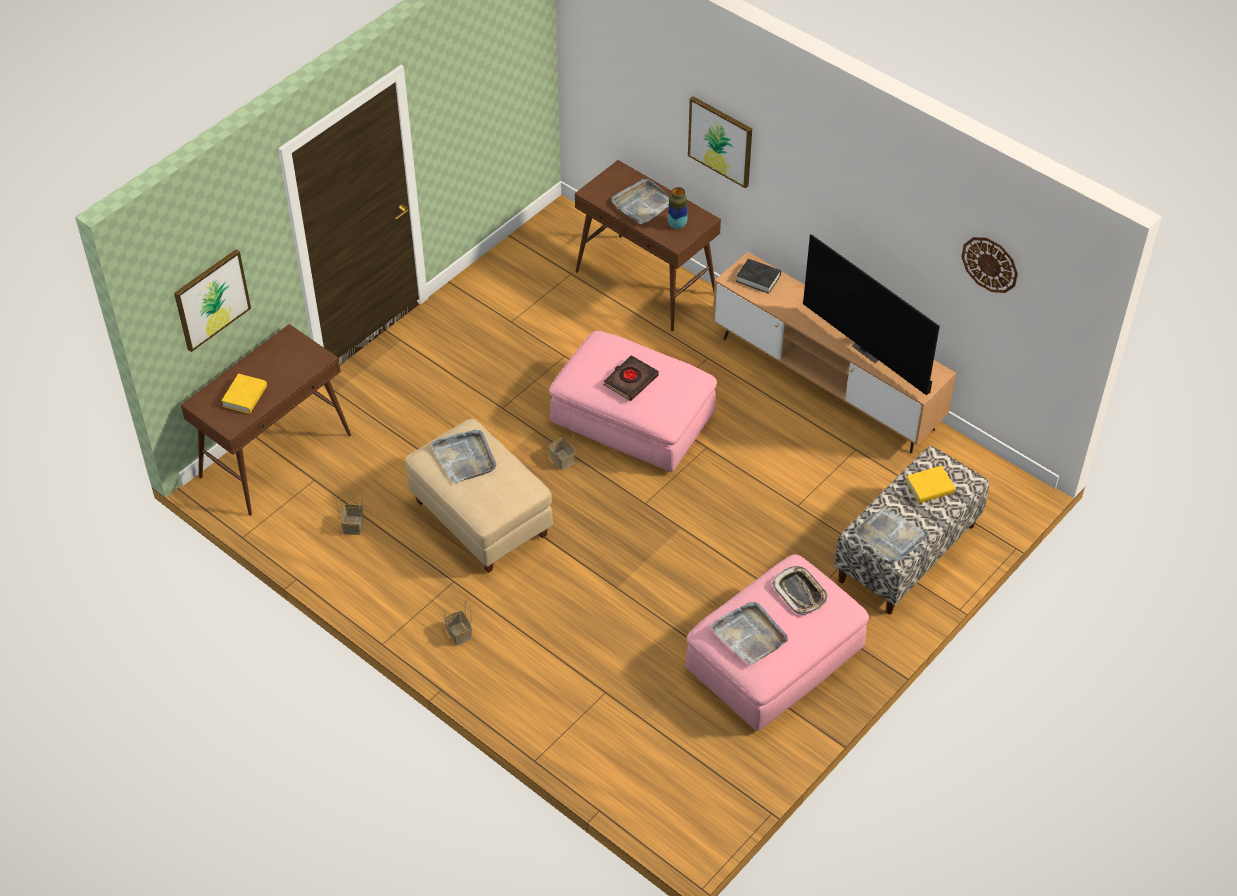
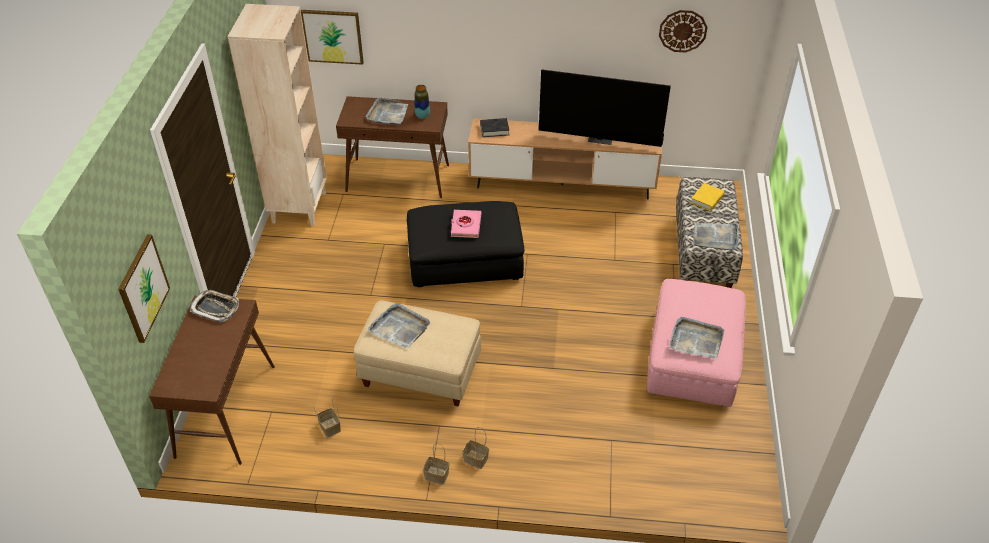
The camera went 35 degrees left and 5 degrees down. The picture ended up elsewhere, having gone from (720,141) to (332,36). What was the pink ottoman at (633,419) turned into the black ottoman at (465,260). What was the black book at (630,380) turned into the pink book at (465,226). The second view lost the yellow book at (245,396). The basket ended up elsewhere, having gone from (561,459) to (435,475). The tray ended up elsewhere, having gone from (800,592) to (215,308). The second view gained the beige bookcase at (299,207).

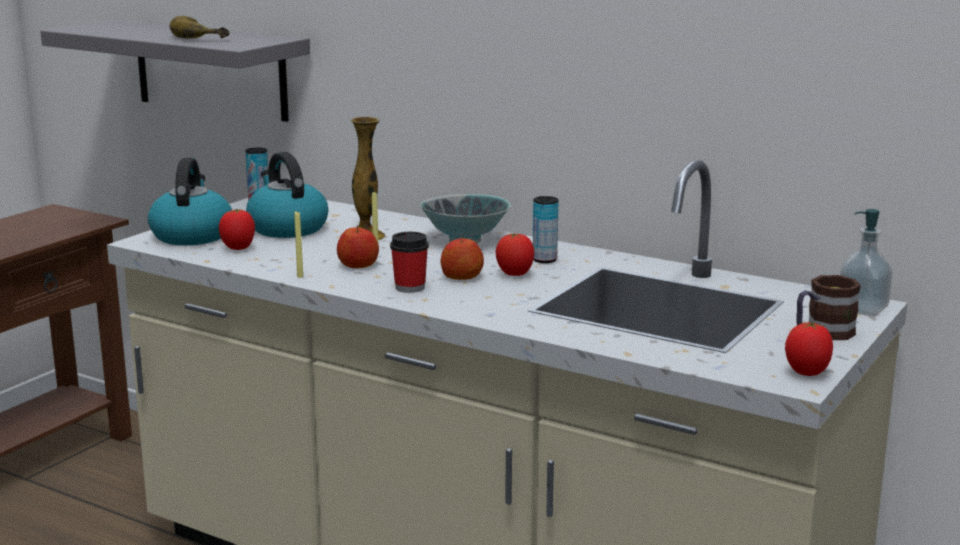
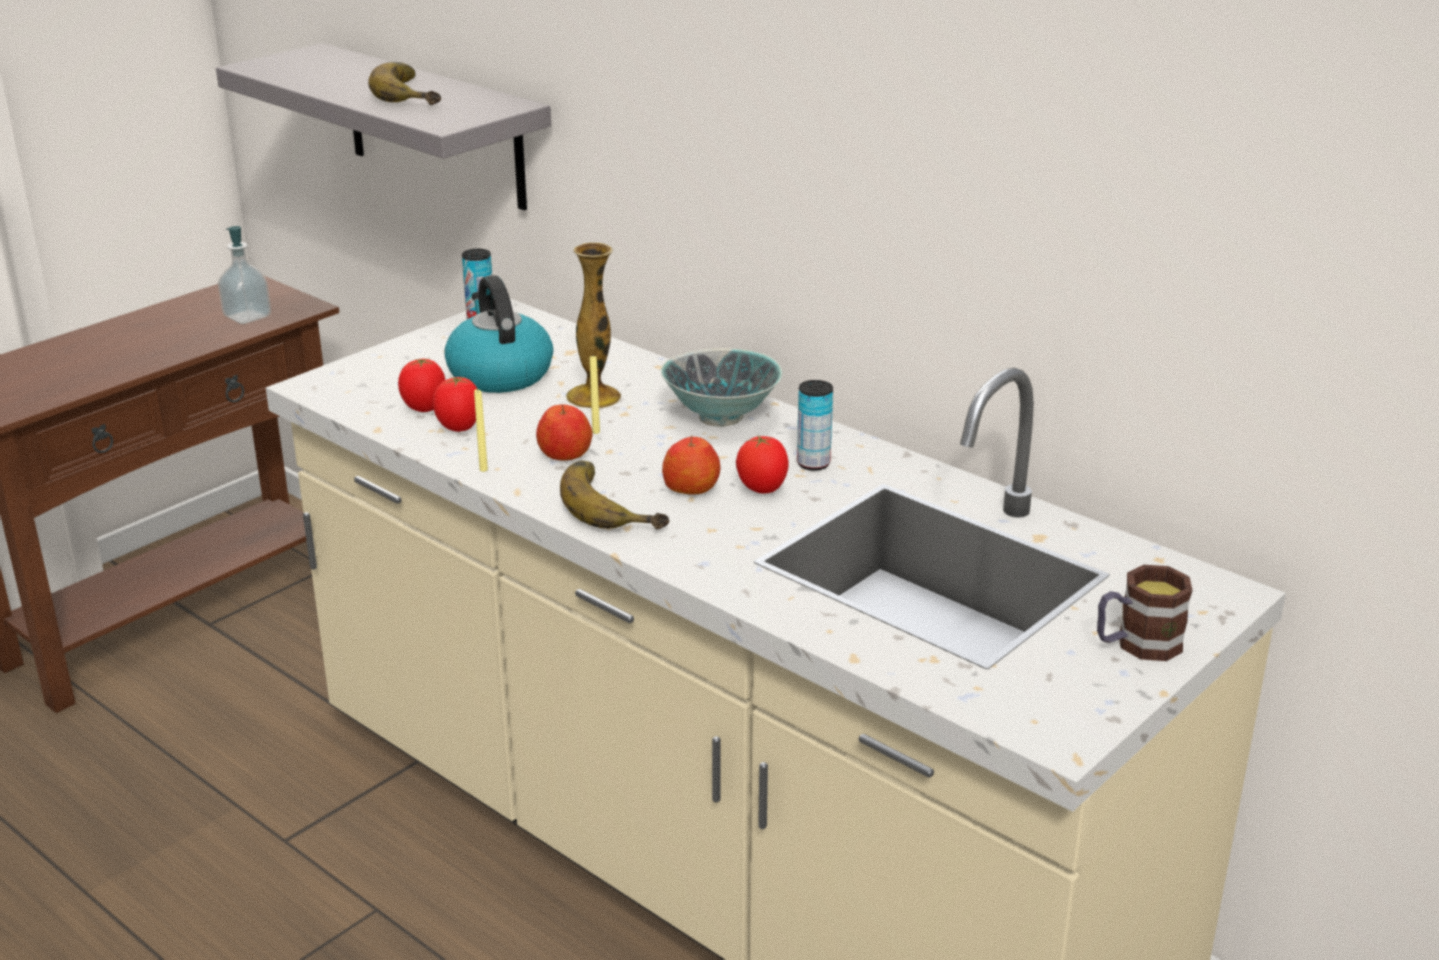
The camera went 10 degrees right and 10 degrees up. The second view lost the kettle at (192,235). The soap dispenser ended up elsewhere, having gone from (862,309) to (247,316). Where the cup stood at (410,287), the banana came to stand at (616,503). The tomato ended up elsewhere, having gone from (807,373) to (459,428).

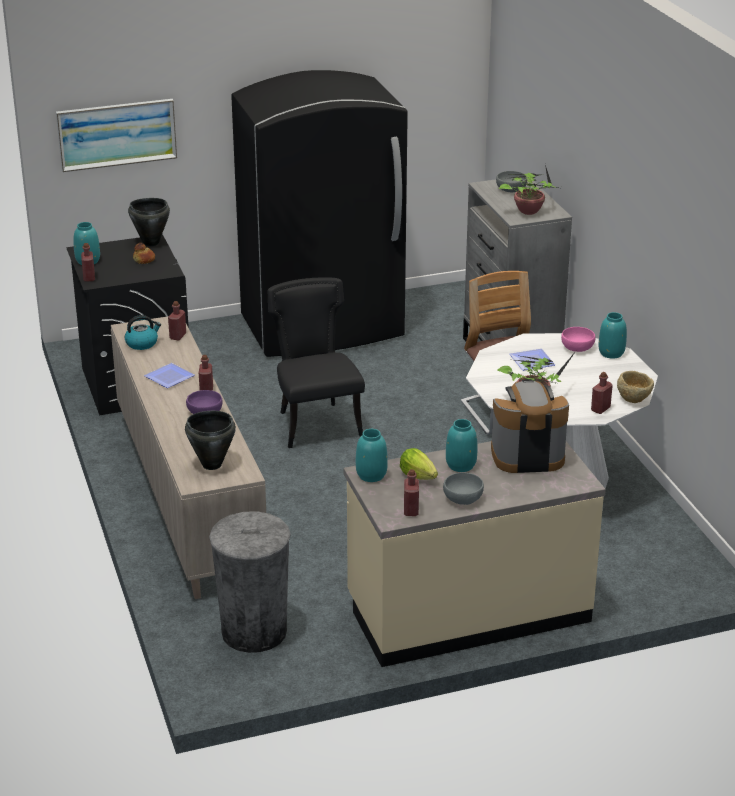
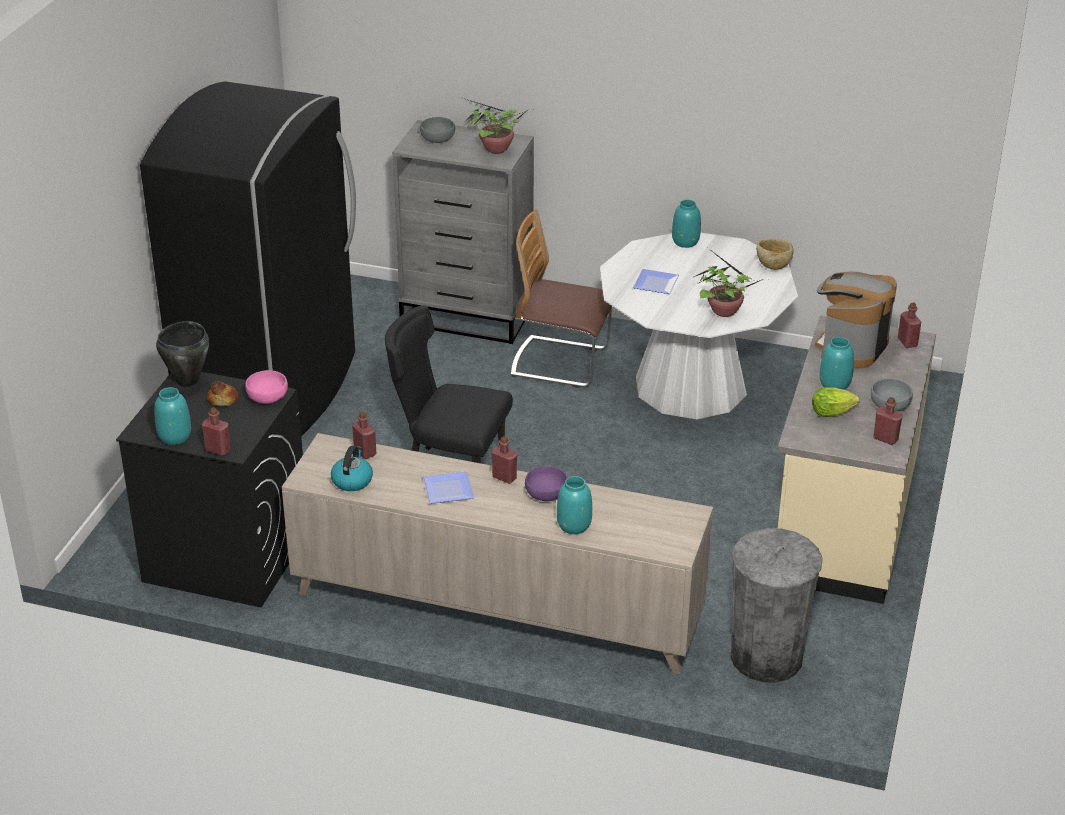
The camera went 55 degrees left and 5 degrees up. The second view lost the picture at (117,134). The pink bowl ended up elsewhere, having gone from (577,347) to (267,397). The red bottle ended up elsewhere, having gone from (600,409) to (907,342). The second view lost the black cooking pot at (211,464). The turquoise vase ended up elsewhere, having gone from (371,475) to (574,525).

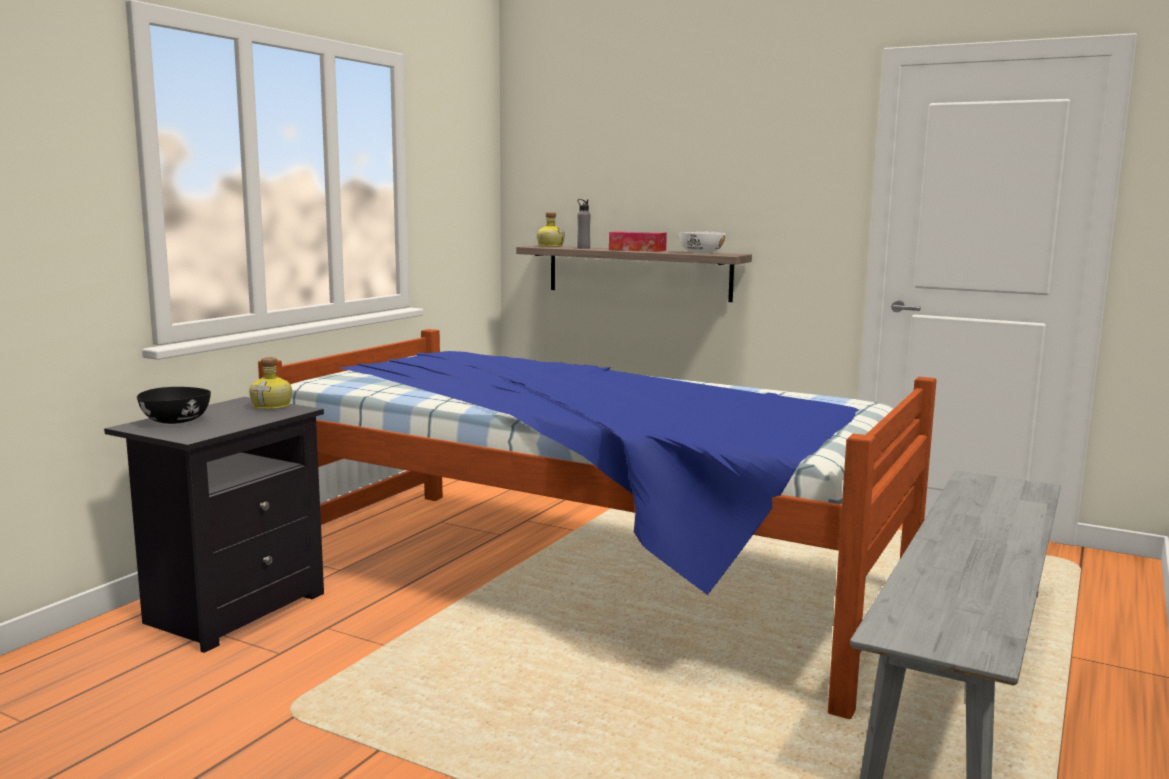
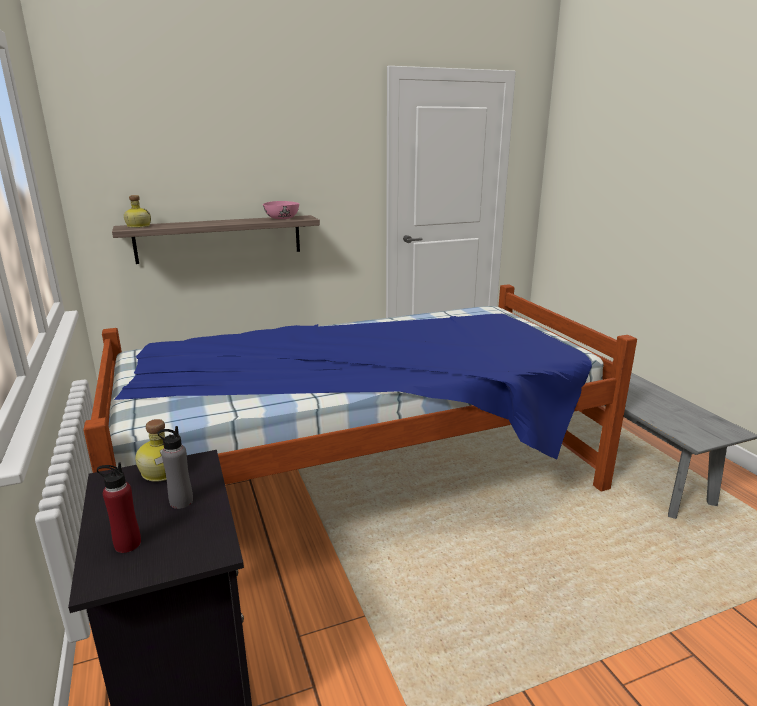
The camera went 50 degrees left and 10 degrees up. The grey bottle ended up elsewhere, having gone from (583,248) to (181,501). The second view lost the tissue box at (637,250). What was the white bowl at (701,253) turned into the pink bowl at (281,218). Where the black bowl stood at (175,421), the red bottle came to stand at (127,544).

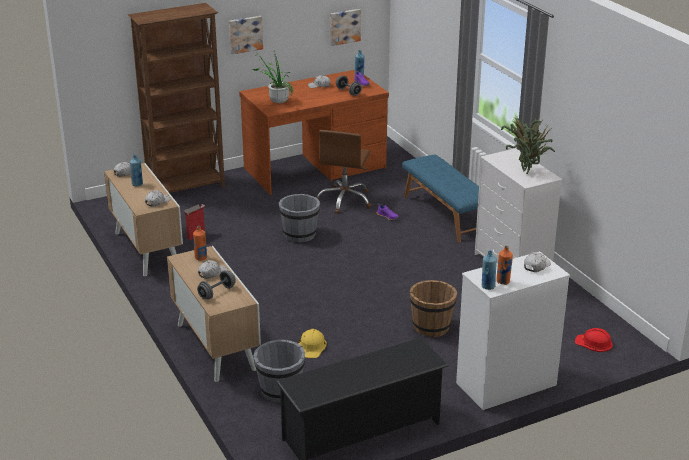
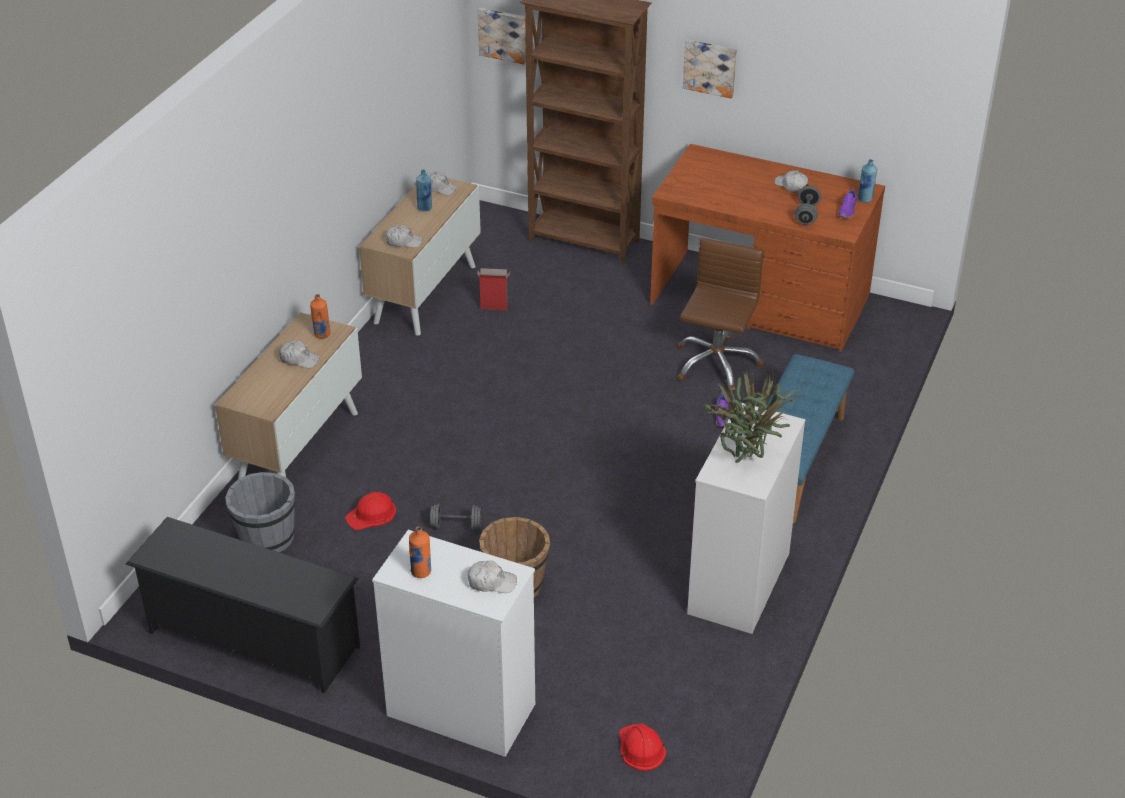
The camera went 50 degrees right and 10 degrees up. The picture ended up elsewhere, having gone from (344,26) to (503,34). The second view lost the potted plant at (275,101). The brown office chair at (345,200) ended up facing another way, 135 degrees clockwise from before. The second view lost the grey bucket at (300,234). The second view lost the blue bottle at (488,286). The grey dumbbell ended up elsewhere, having gone from (217,293) to (456,525). What was the yellow hard hat at (312,346) turned into the red hard hat at (372,514).

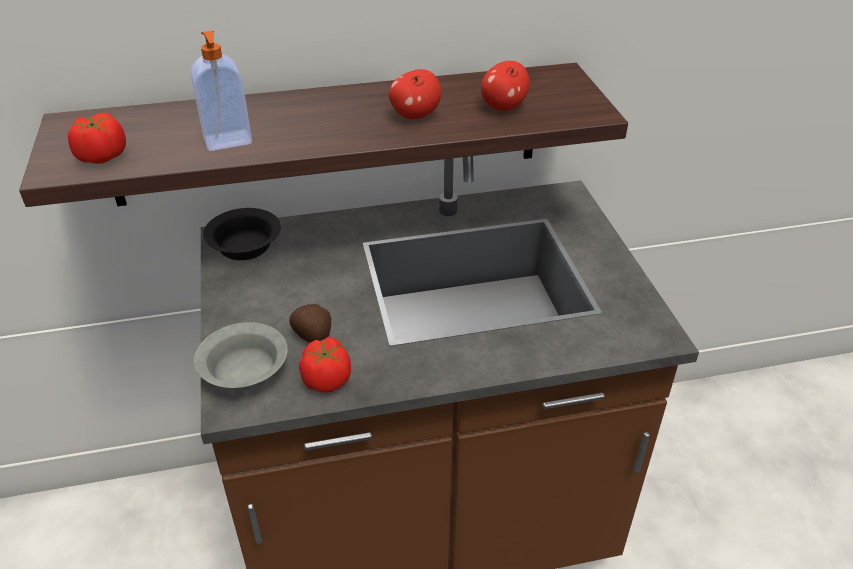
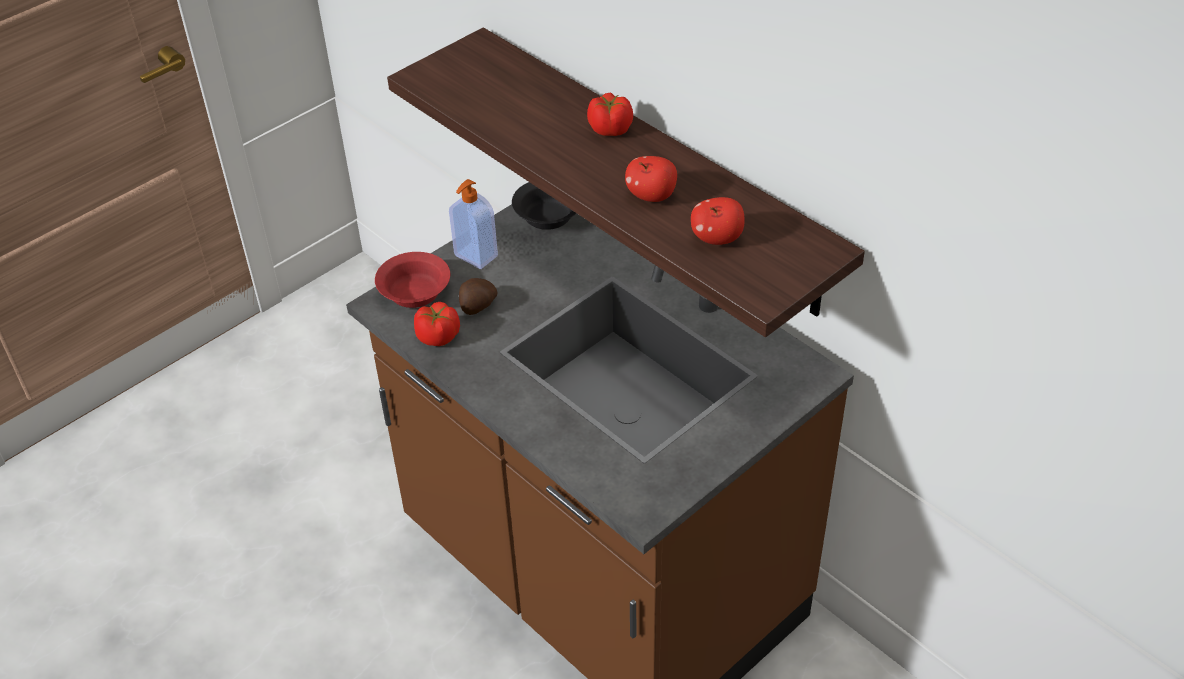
The camera went 60 degrees right and 5 degrees up. The soap dispenser ended up elsewhere, having gone from (228,141) to (475,256). The tomato ended up elsewhere, having gone from (101,157) to (610,129). What was the grey bowl at (245,370) turned into the red bowl at (416,292).

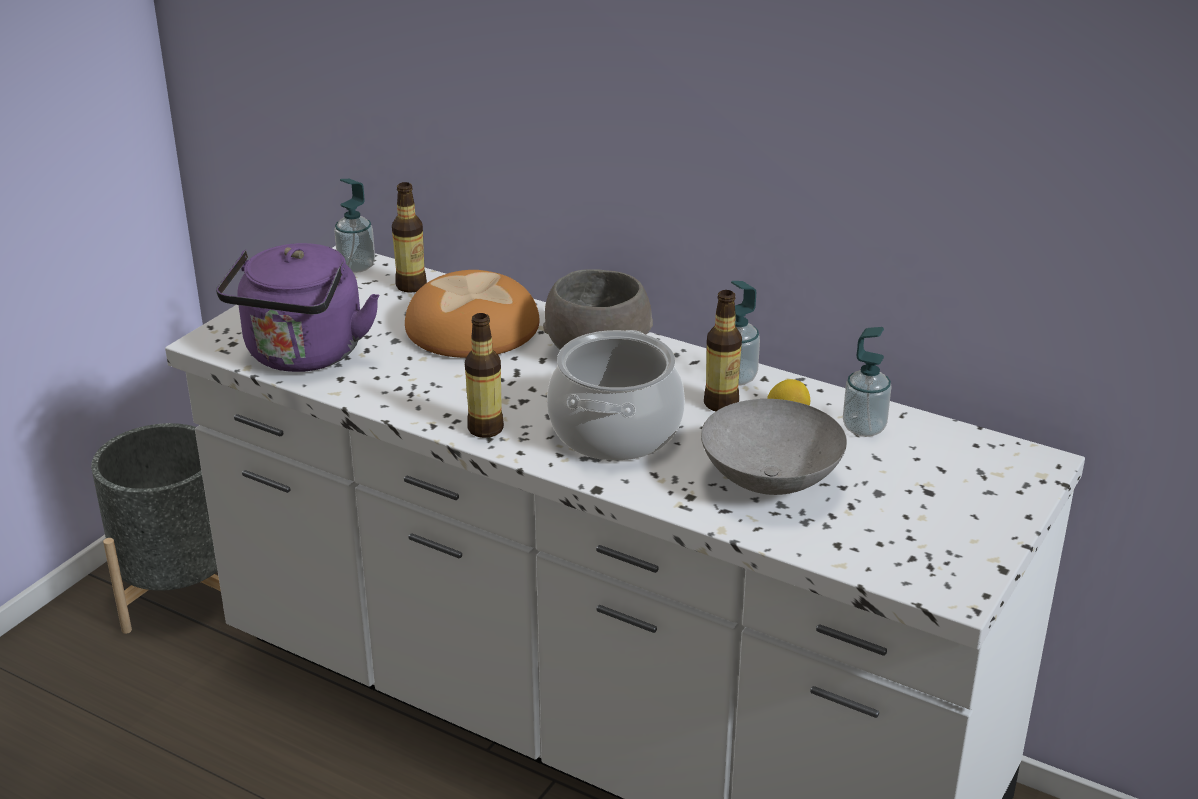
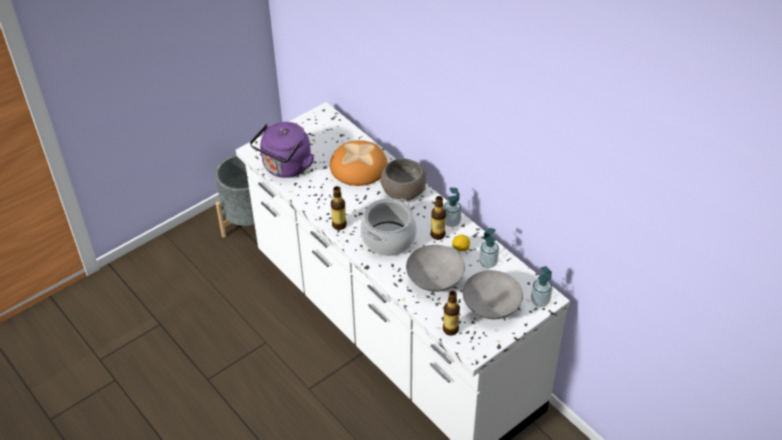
The camera went 20 degrees right and 15 degrees up. The soap dispenser ended up elsewhere, having gone from (356,266) to (540,301). The bottle ended up elsewhere, having gone from (411,286) to (450,329). The second view gained the grey bowl at (490,307).

